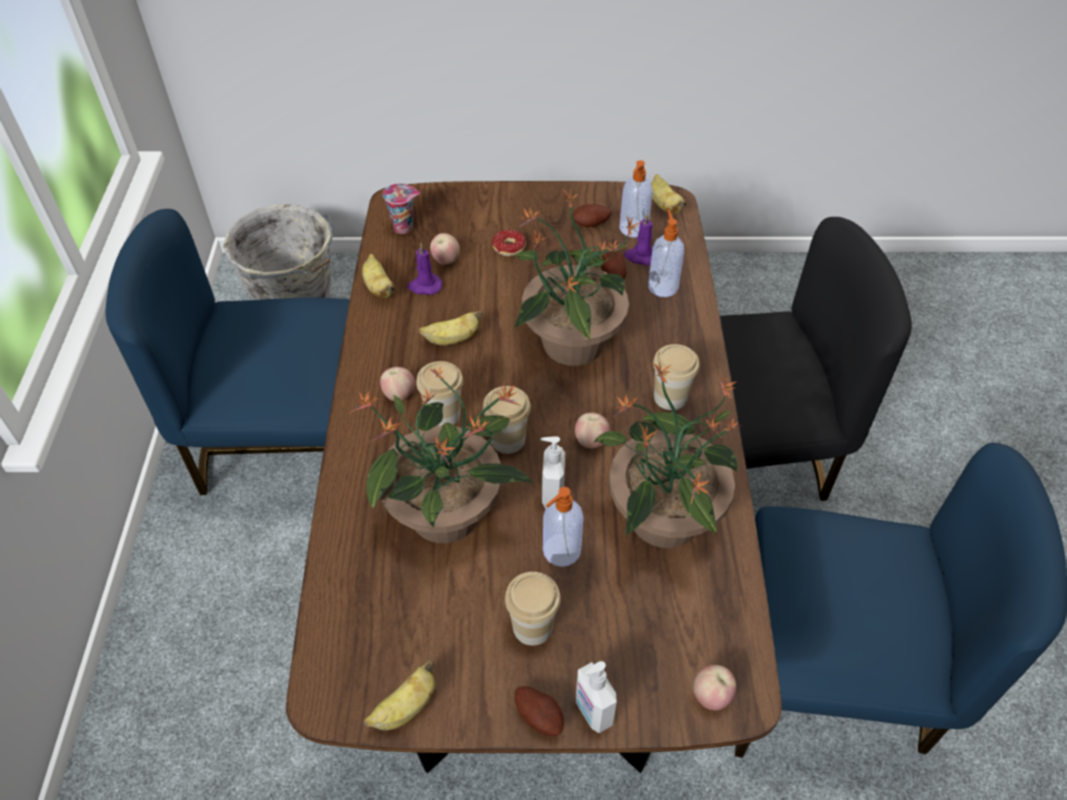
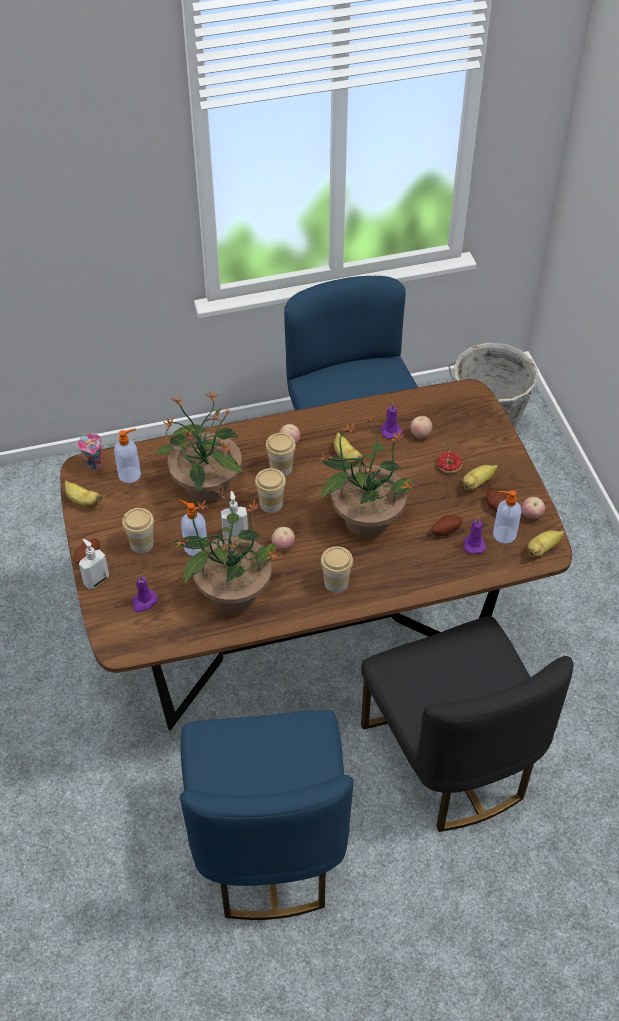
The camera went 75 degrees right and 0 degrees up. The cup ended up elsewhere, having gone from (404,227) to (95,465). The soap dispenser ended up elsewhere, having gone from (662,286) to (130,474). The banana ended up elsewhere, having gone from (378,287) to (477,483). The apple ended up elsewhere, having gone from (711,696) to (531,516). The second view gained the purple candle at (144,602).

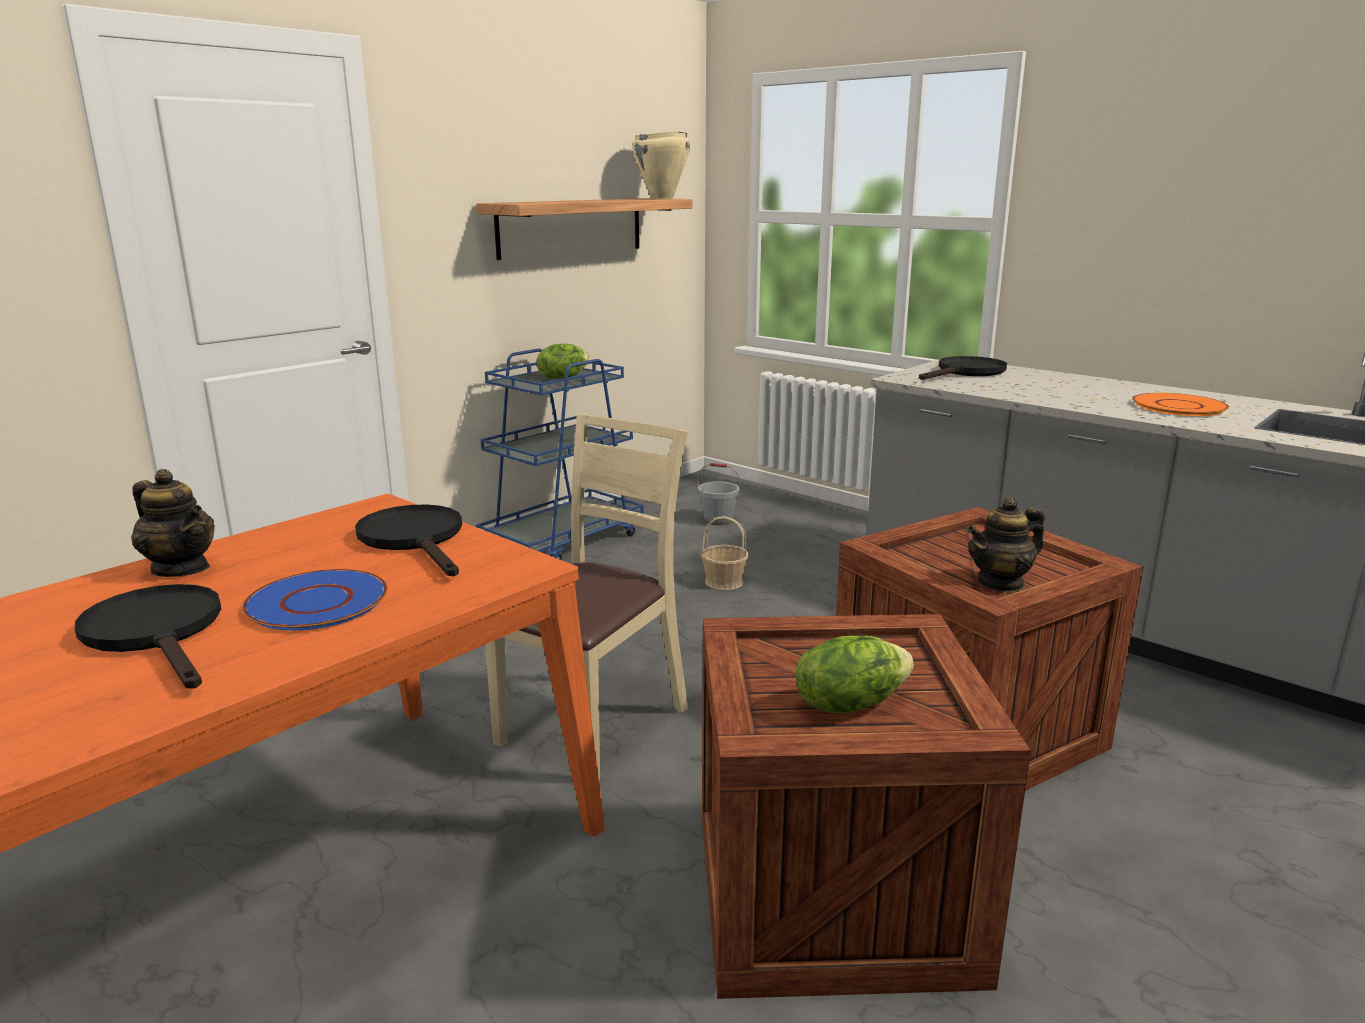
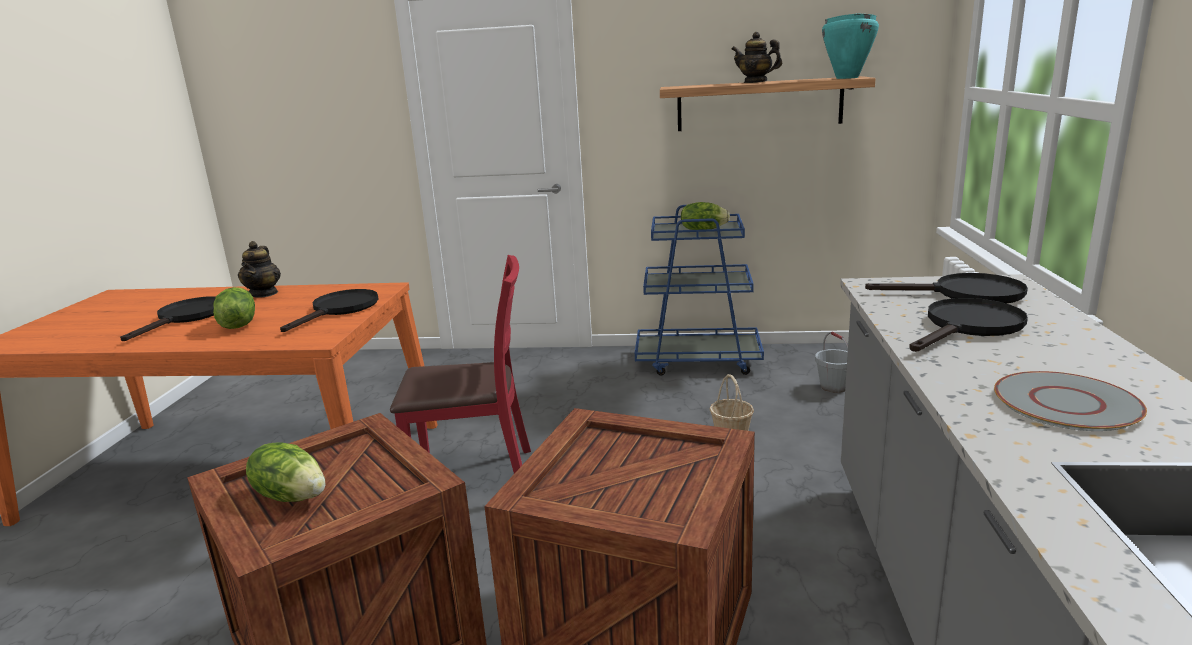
The camera went 55 degrees right and 0 degrees up. What was the beige cooking pot at (661,198) turned into the turquoise cooking pot at (846,78). What was the orange plate at (1179,406) turned into the grey plate at (1067,403). What was the beige chair at (594,724) turned into the red chair at (476,477). The teapot ended up elsewhere, having gone from (1001,583) to (755,82). Where the blue plate stood at (317,602), the lettuce came to stand at (238,325). The second view gained the black frying pan at (968,327).

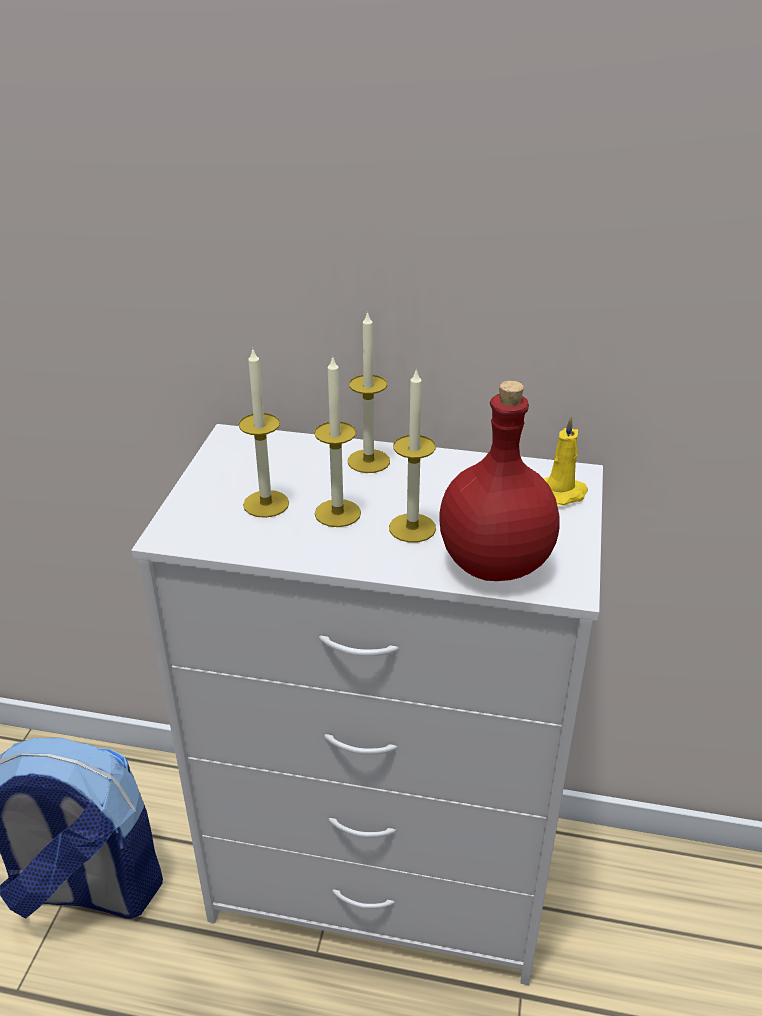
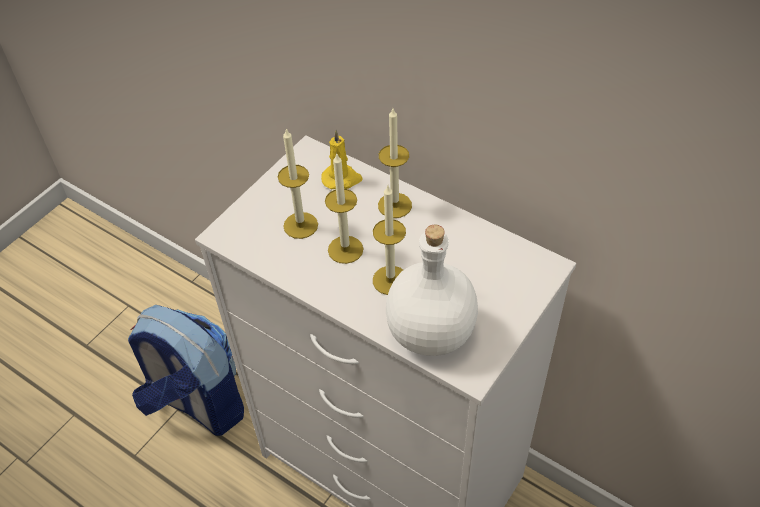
The camera went 25 degrees right and 15 degrees up. What was the red bottle at (497,564) turned into the white bottle at (432,333). The yellow candle ended up elsewhere, having gone from (562,493) to (342,179).

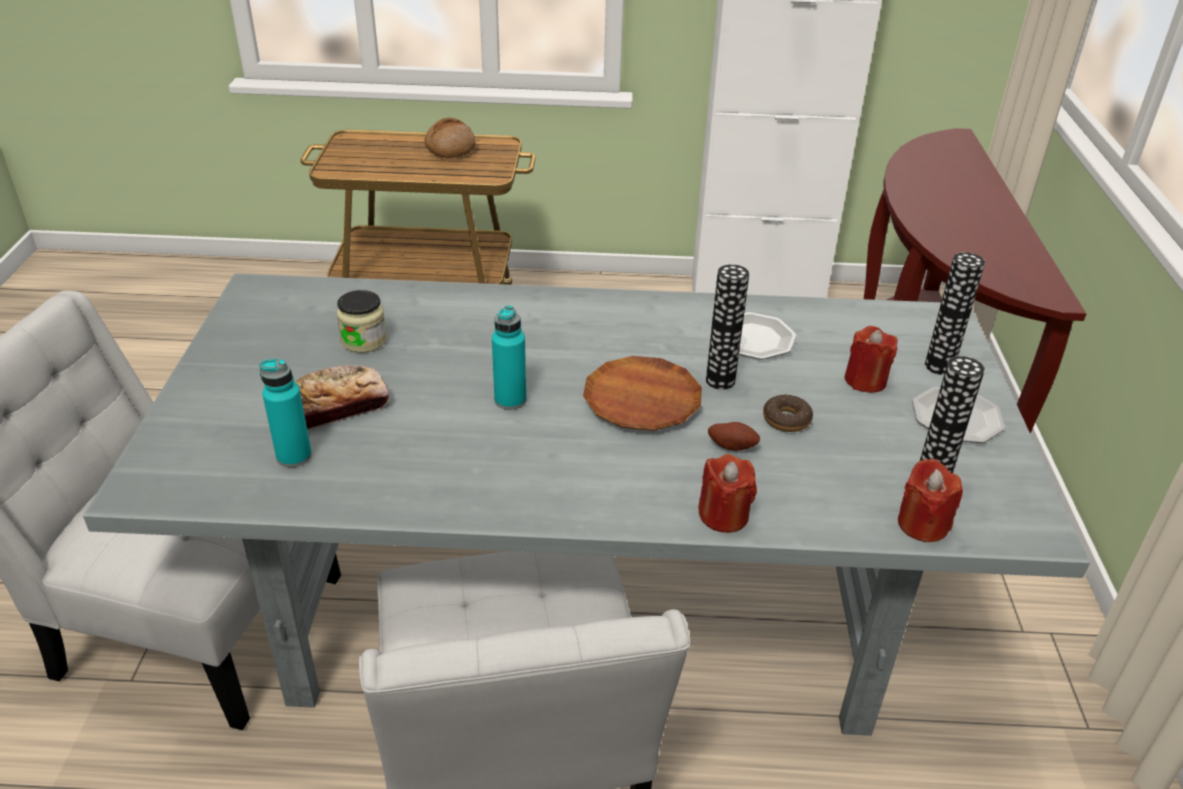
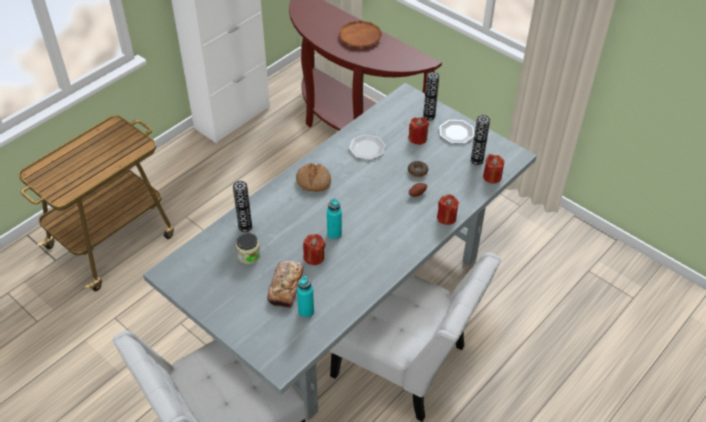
The camera went 50 degrees left and 10 degrees up. The bread ended up elsewhere, having gone from (450,148) to (313,182). The vase ended up elsewhere, having gone from (720,380) to (245,227). The brown plate ended up elsewhere, having gone from (642,400) to (360,37). The second view gained the red candle at (314,257).

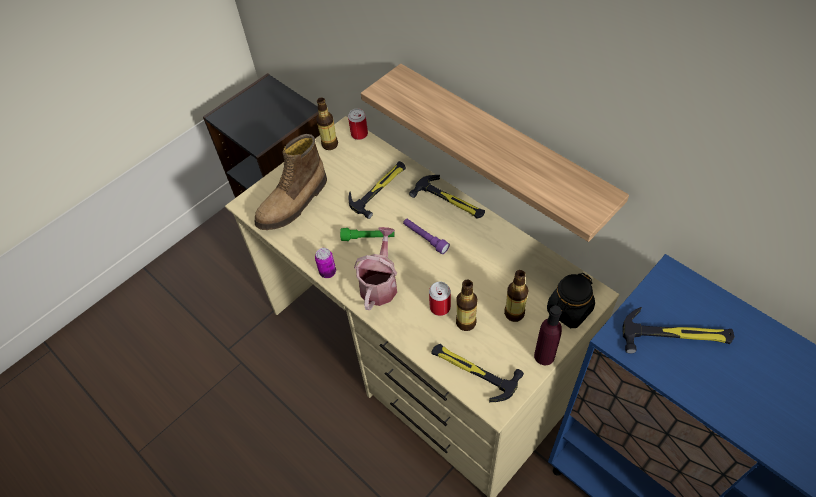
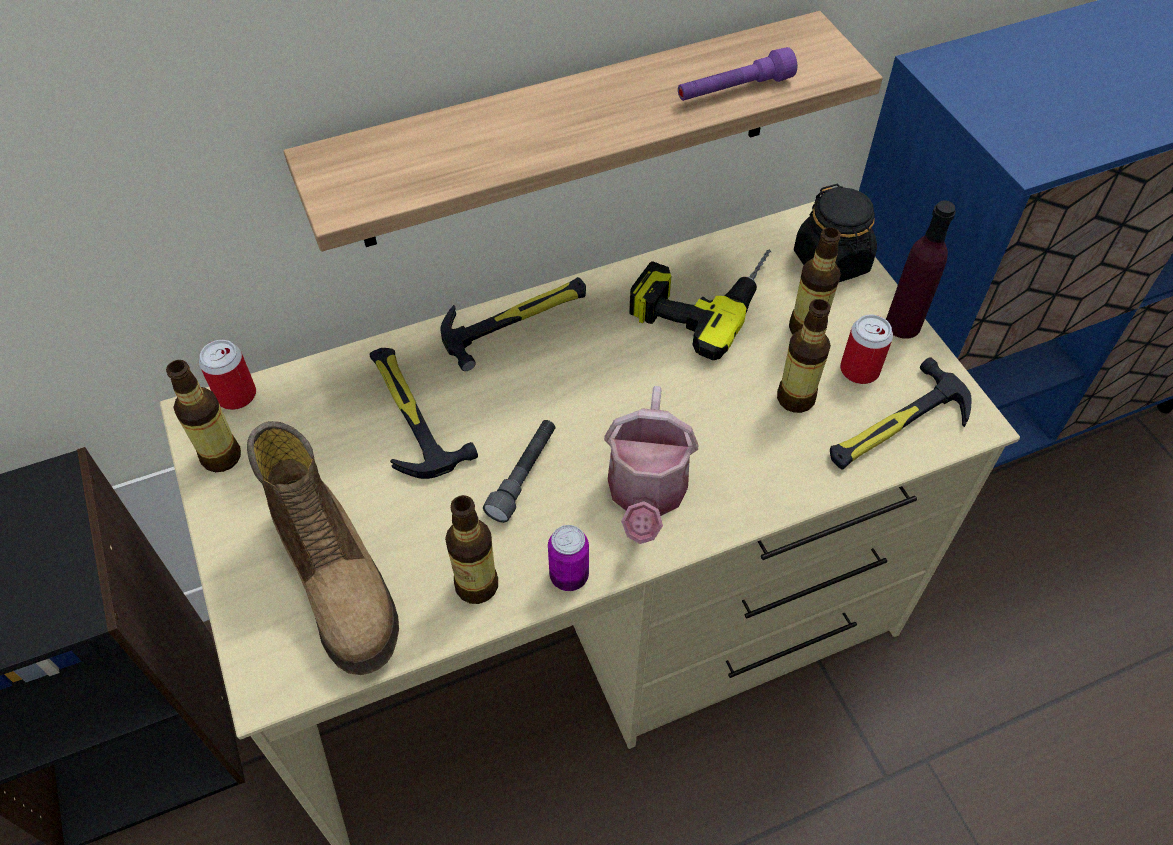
The camera went 70 degrees left and 0 degrees up. The purple flashlight ended up elsewhere, having gone from (425,238) to (734,90). The watering can at (380,283) ended up facing another way, 120 degrees counterclockwise from before. What was the green flashlight at (368,238) turned into the grey flashlight at (523,475). The can ended up elsewhere, having gone from (440,307) to (859,370). The second view lost the hammer at (676,334). The second view gained the power drill at (701,295). The second view gained the bottle at (477,585).

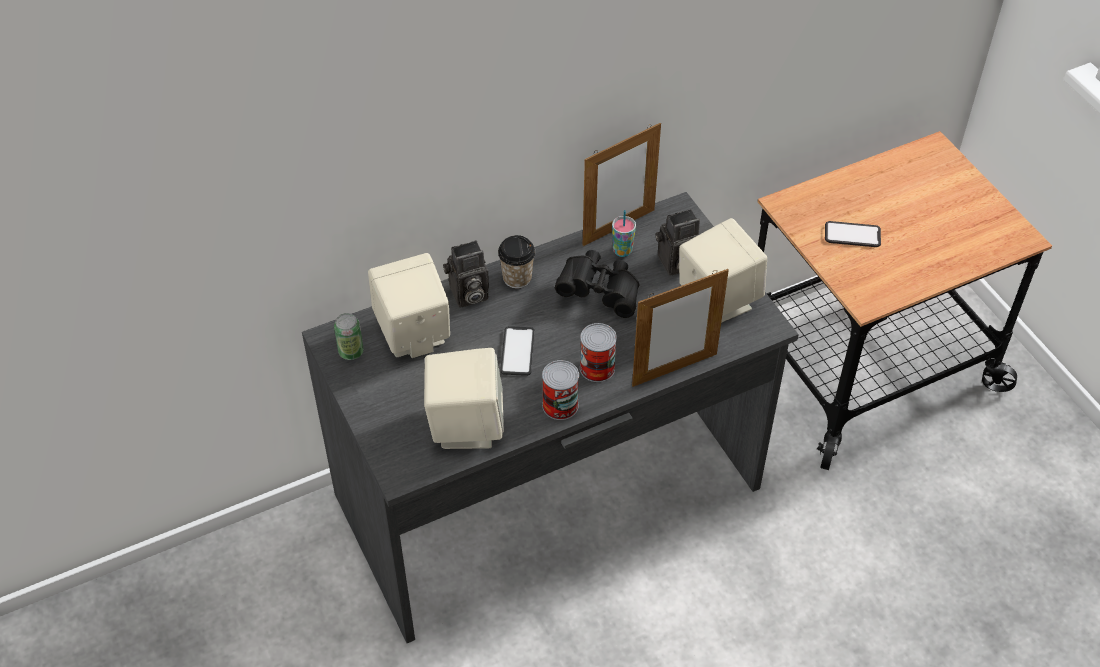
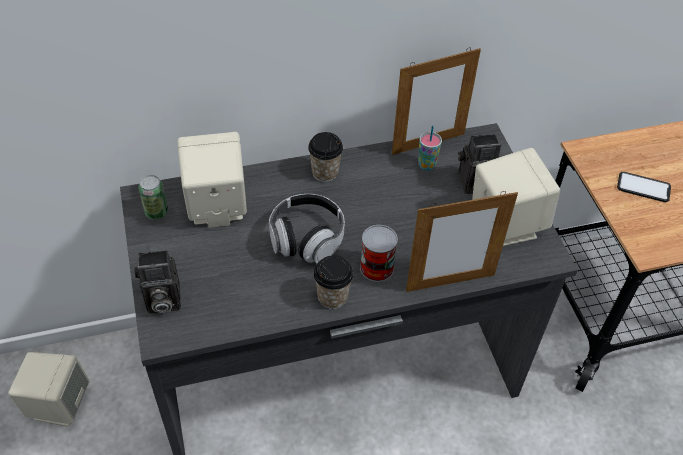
The camera went 10 degrees right and 0 degrees up. The photo camera ended up elsewhere, having gone from (467,295) to (161,301). The second view lost the black binoculars at (600,292). Where the phone stood at (517,351), the headphones came to stand at (306,239). The beige speaker ended up elsewhere, having gone from (465,425) to (58,404). Where the can stood at (560,405), the cup came to stand at (332,297).

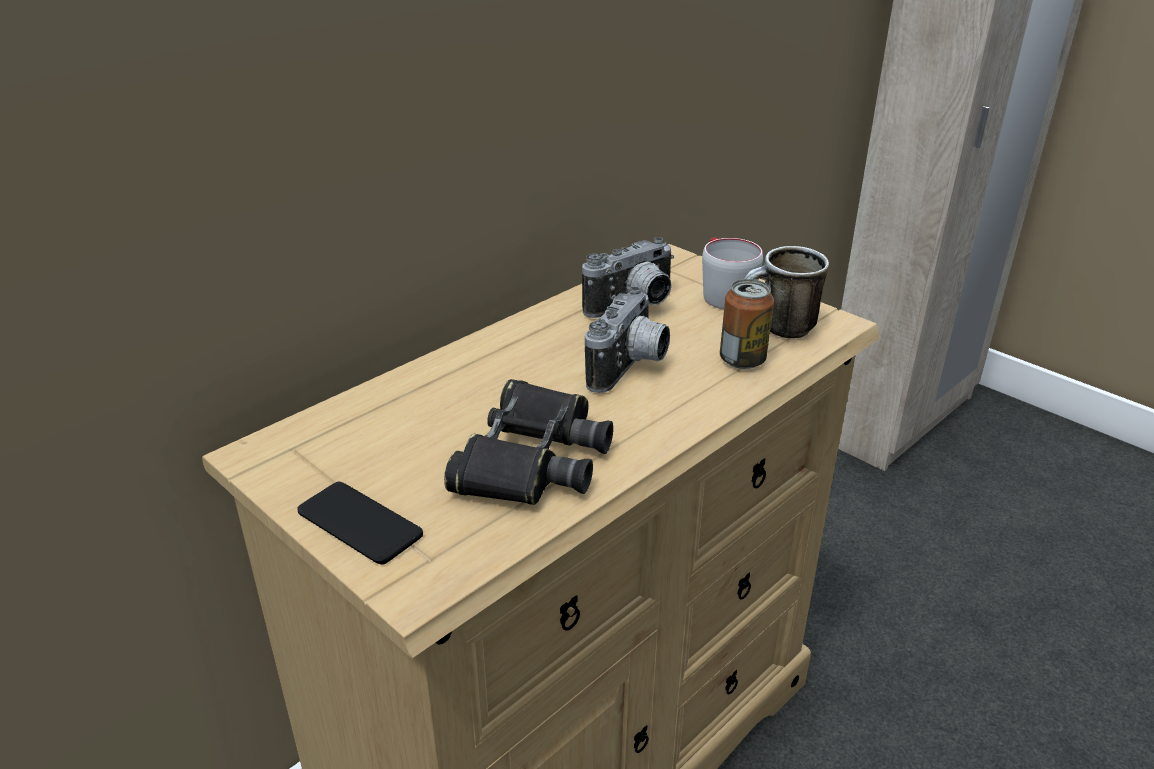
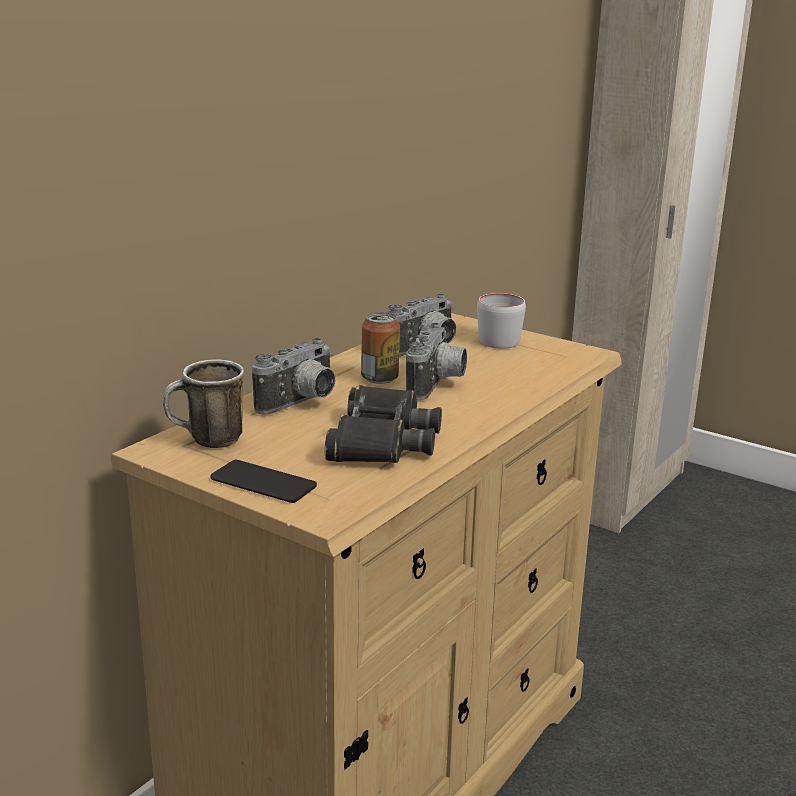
The camera went 10 degrees left and 10 degrees down. The mug ended up elsewhere, having gone from (778,330) to (207,442). The can ended up elsewhere, having gone from (742,360) to (379,378). The second view gained the photo camera at (302,403).

